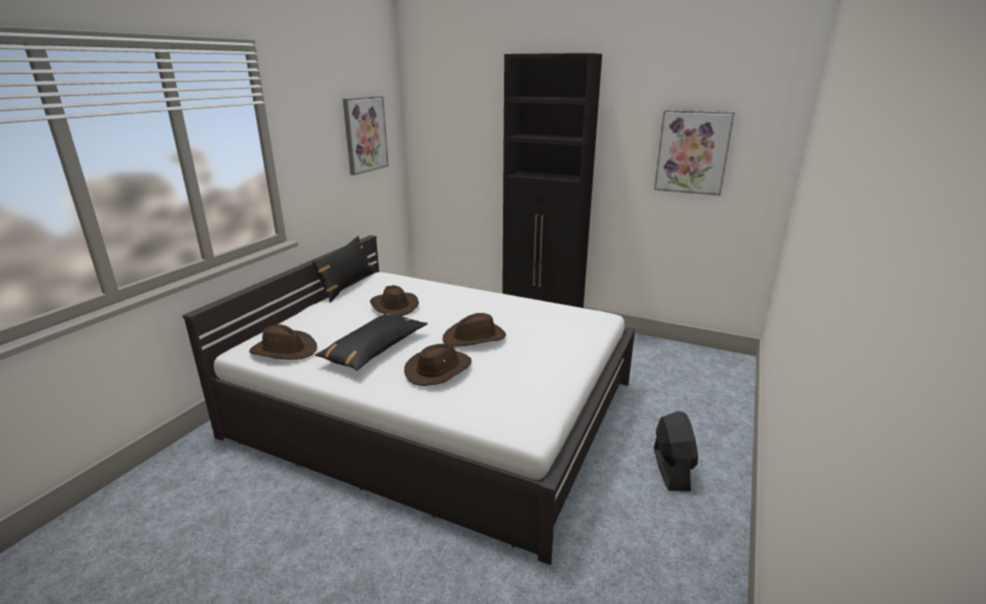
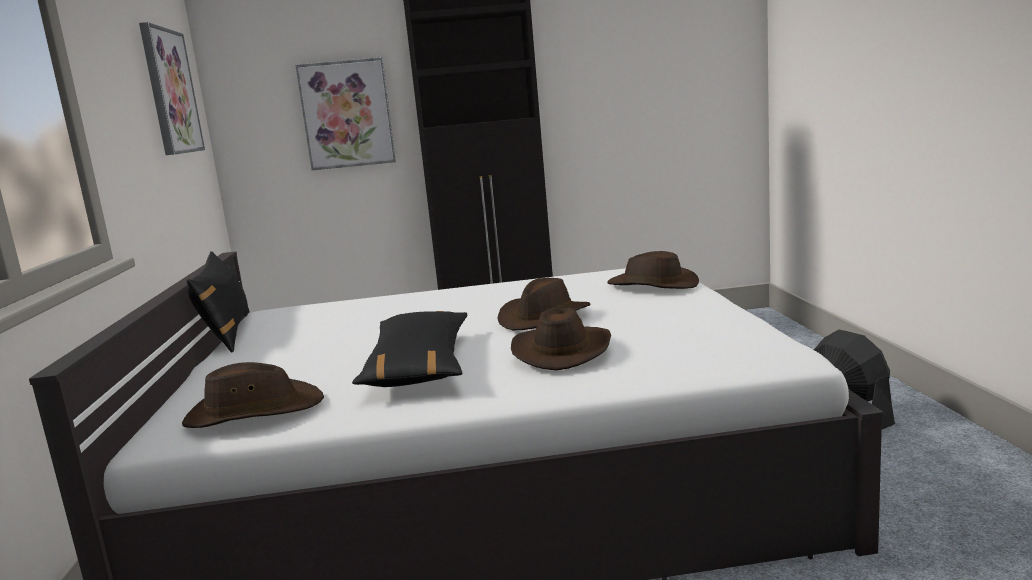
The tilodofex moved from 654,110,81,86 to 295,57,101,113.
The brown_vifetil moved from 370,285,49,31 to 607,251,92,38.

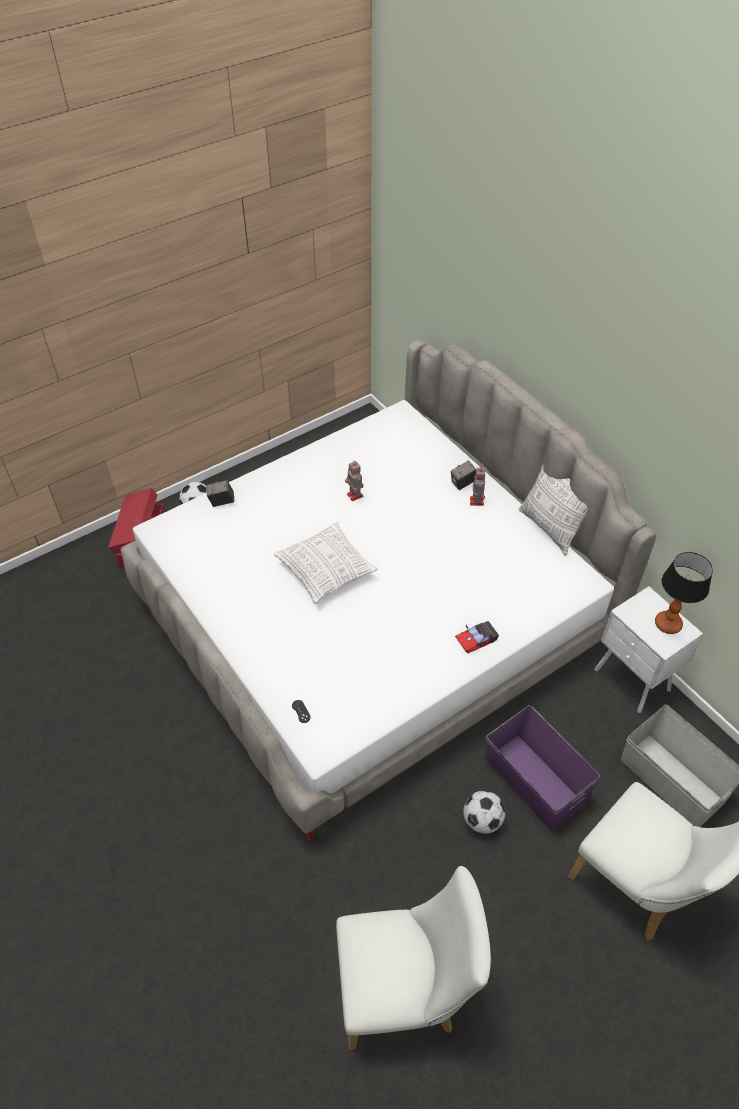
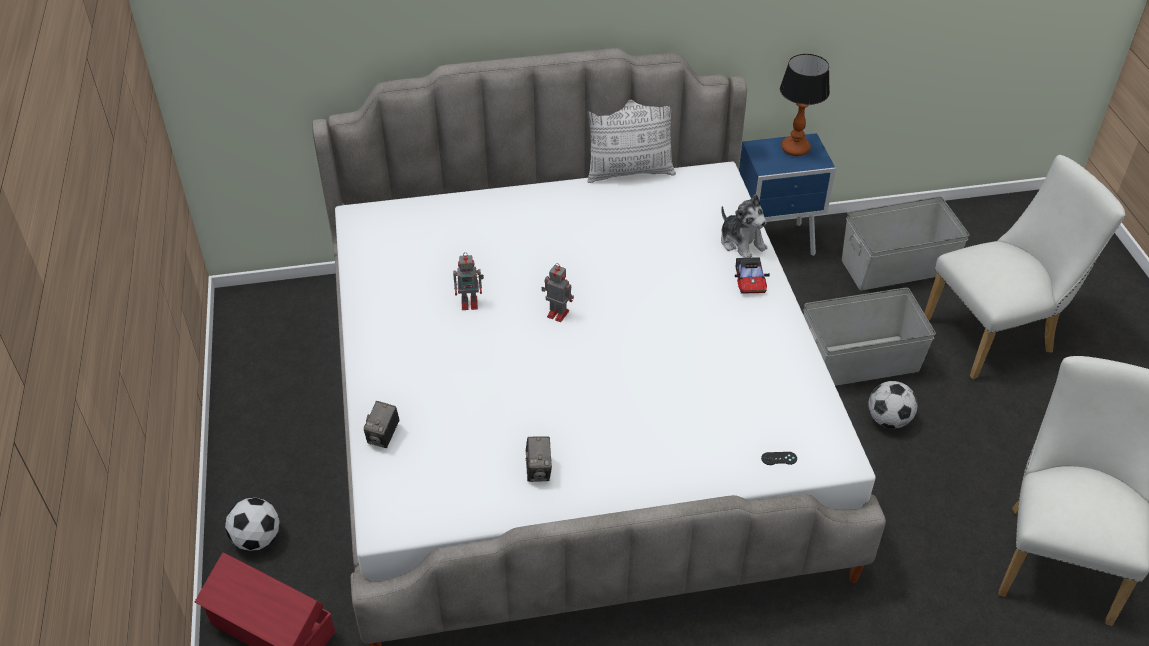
The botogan moved from 451,460,25,30 to 526,436,26,46.
The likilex moved from 470,466,15,40 to 541,263,33,59.
The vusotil at 274,522,103,82 disappeared.
The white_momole at 595,586,108,127 became the blue_momole at 739,133,97,123.
The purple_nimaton at 486,705,114,126 became the grey_nimaton at 803,288,133,98.
The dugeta at 721,194,47,64 appeared.

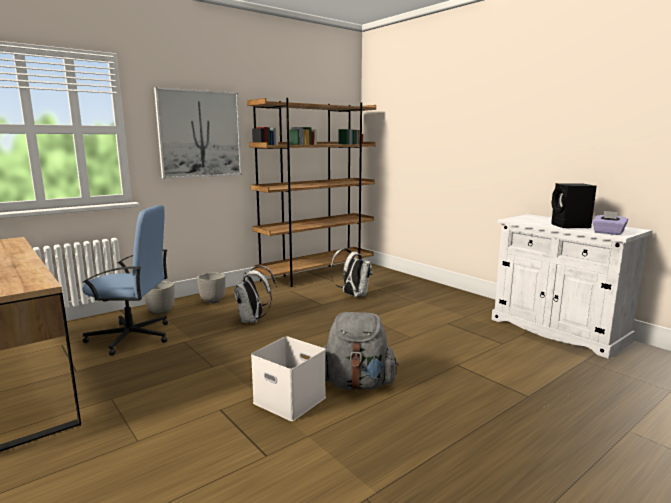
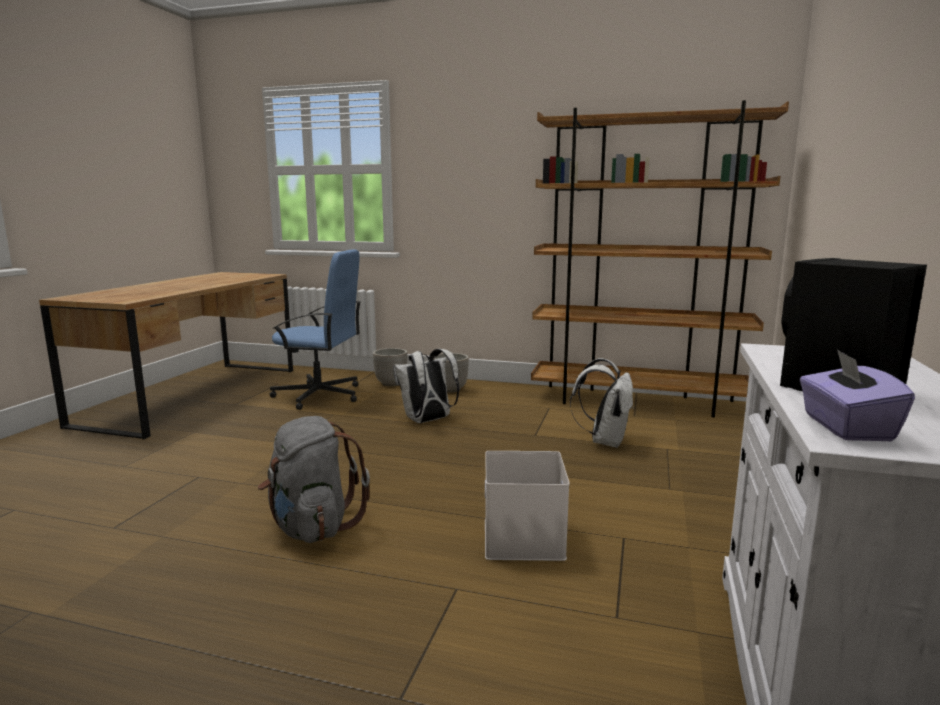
The tilodofex at 154,87,88,92 disappeared.
The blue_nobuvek at 83,205,85,151 turned 45 degrees counterclockwise.
The white_nimaton moved from 251,336,75,85 to 485,451,85,110.

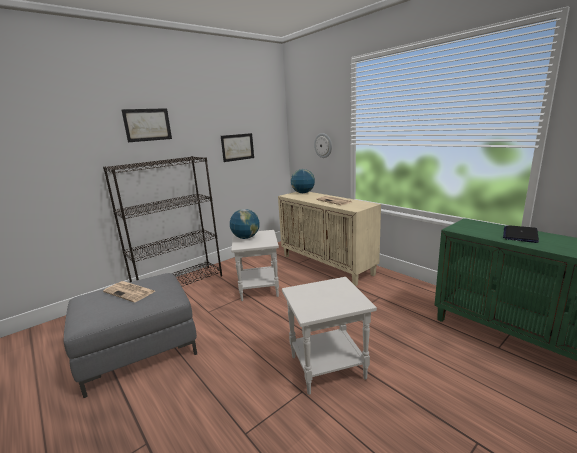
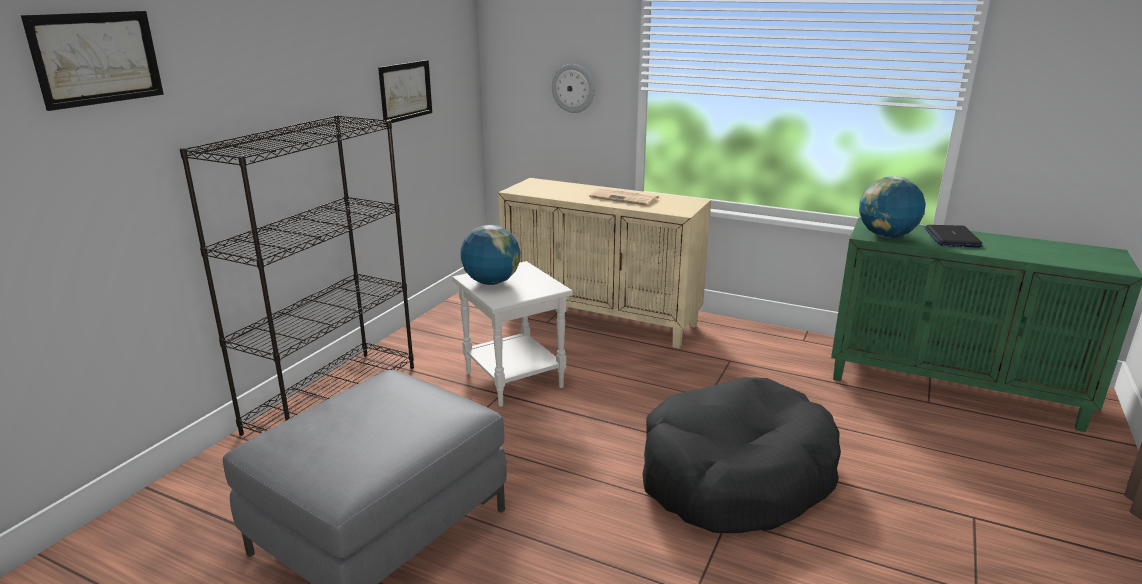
The tilodofex moved from 121,108,51,34 to 21,11,143,100.
The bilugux moved from 291,169,24,24 to 859,176,67,62.
The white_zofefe at 282,277,95,118 was replaced by the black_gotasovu at 642,377,199,156.
The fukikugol at 103,281,52,21 disappeared.

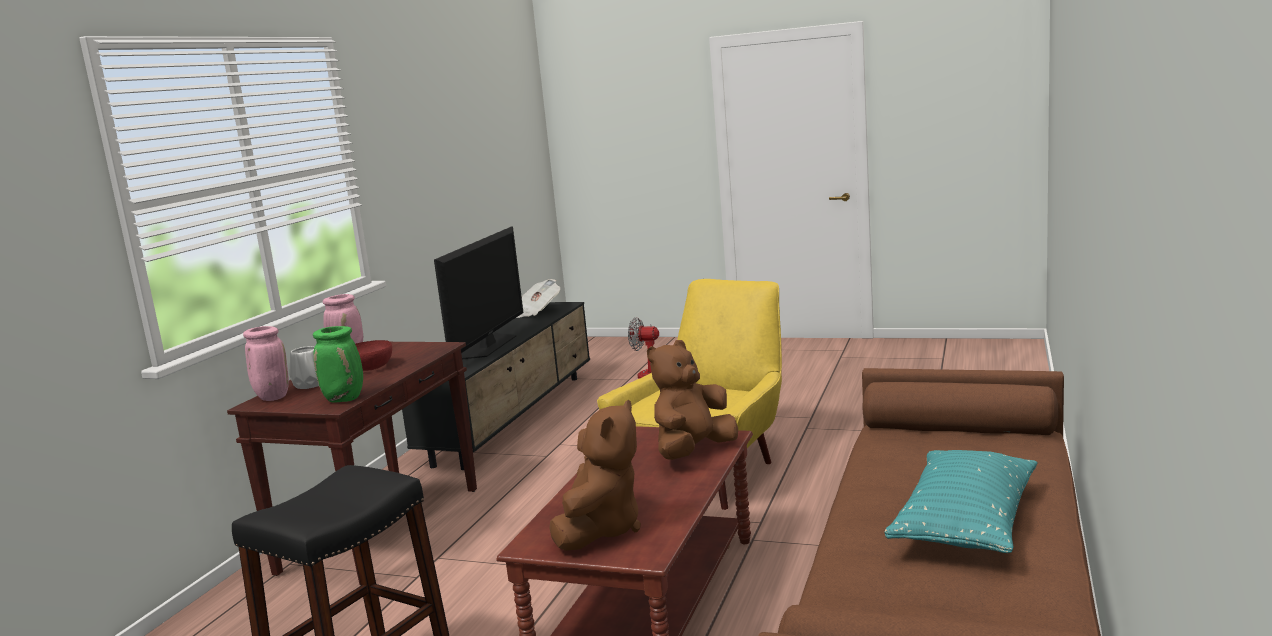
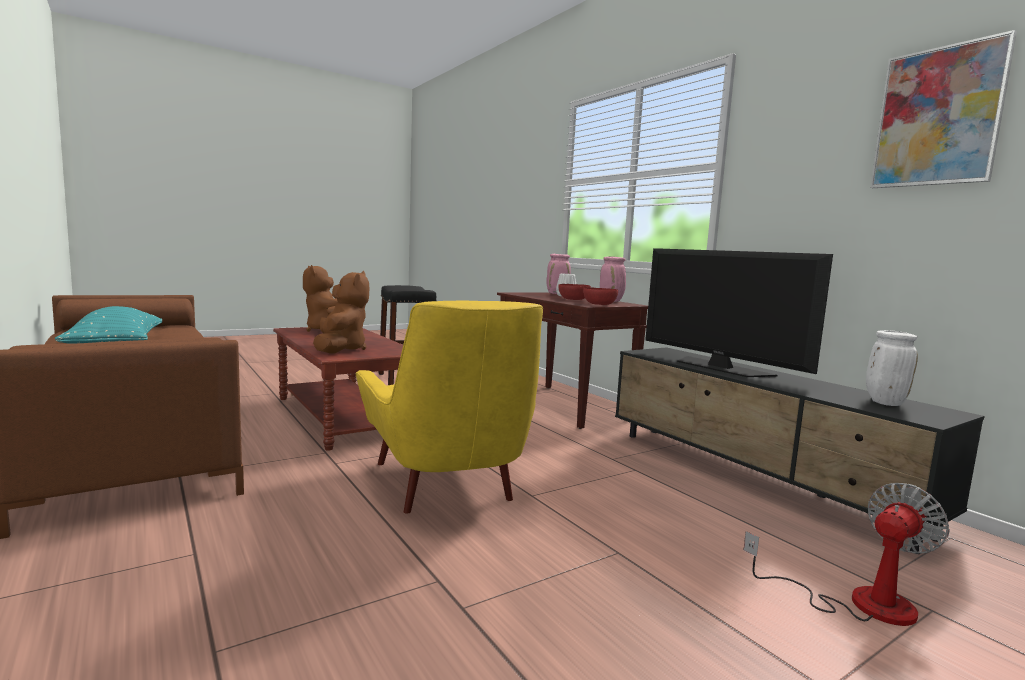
The fukikugol at 516,279,44,39 was replaced by the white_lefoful at 866,330,52,76.
The green_lefoful at 313,326,50,76 disappeared.
The tilodofex at 870,30,147,158 appeared.
The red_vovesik at 583,288,35,17 appeared.

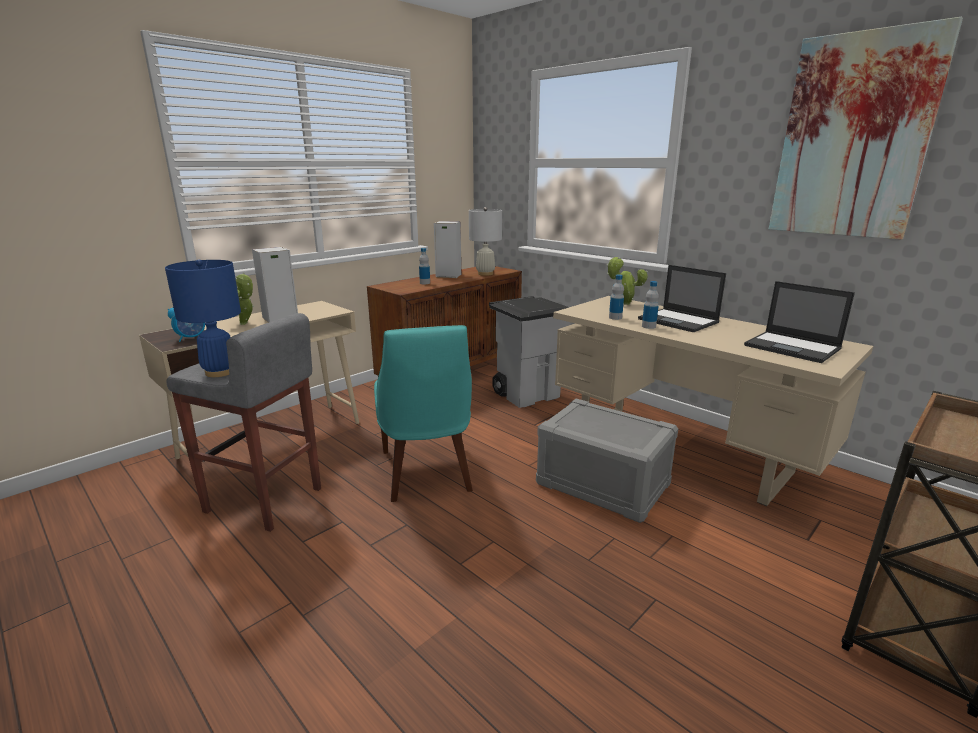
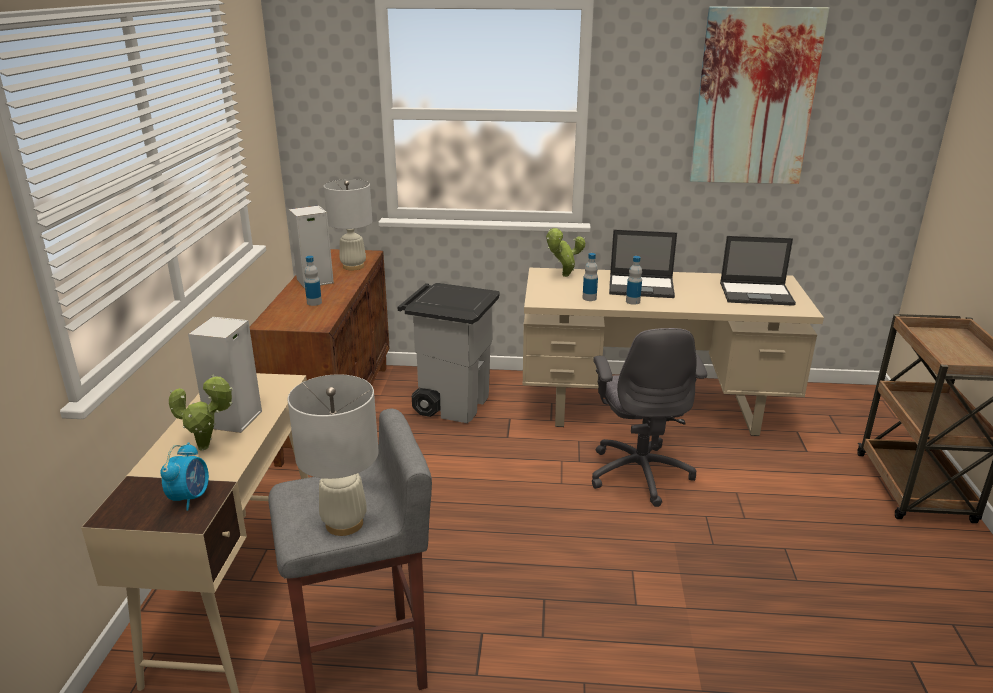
The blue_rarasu at 165,259,76,118 became the white_rarasu at 288,374,91,162.
The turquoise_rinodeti at 374,325,99,177 disappeared.
The grey_nimaton at 536,399,142,124 was replaced by the grey_nobuvek at 592,328,115,179.

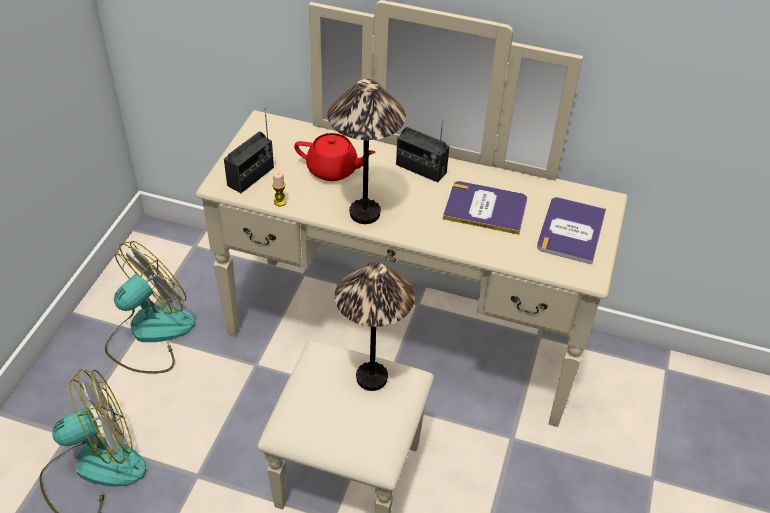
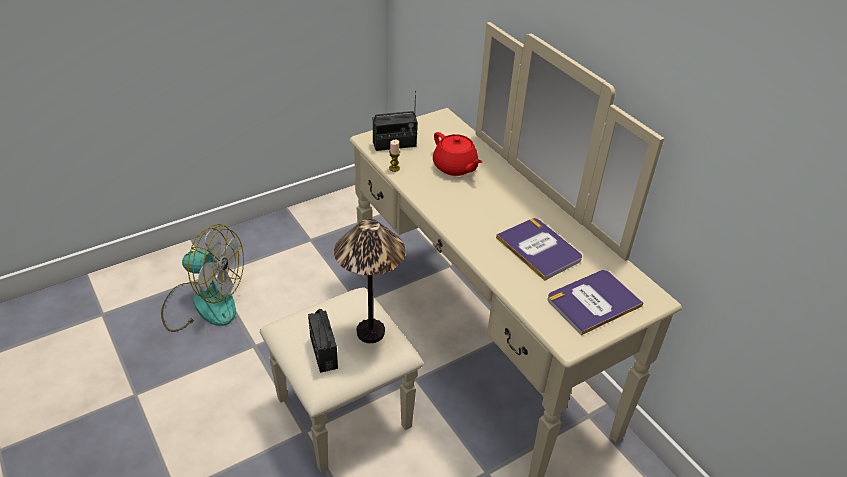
The rarasu at 327,79,79,145 disappeared.
The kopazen moved from 396,121,53,62 to 308,309,30,64.
The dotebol at 105,241,90,133 disappeared.

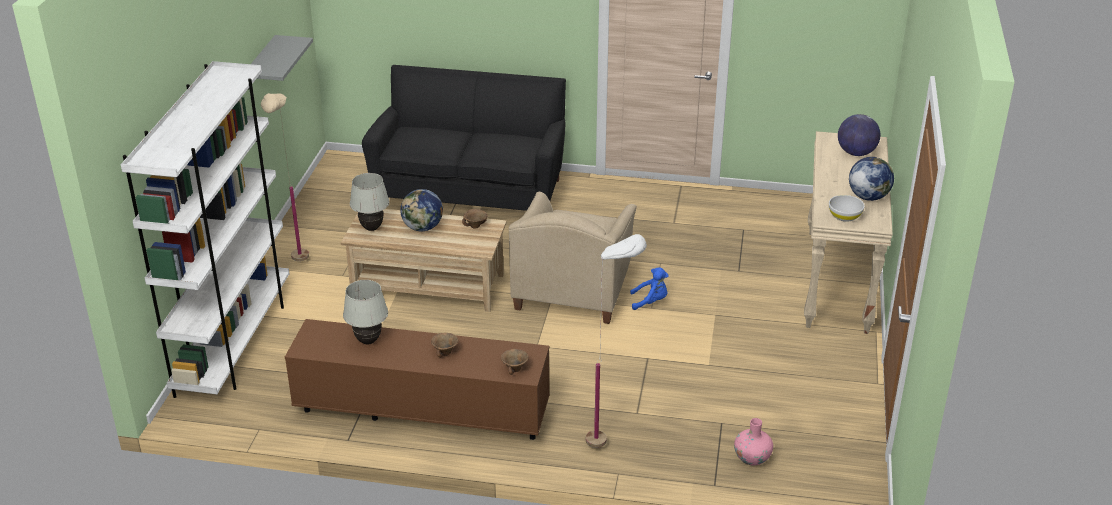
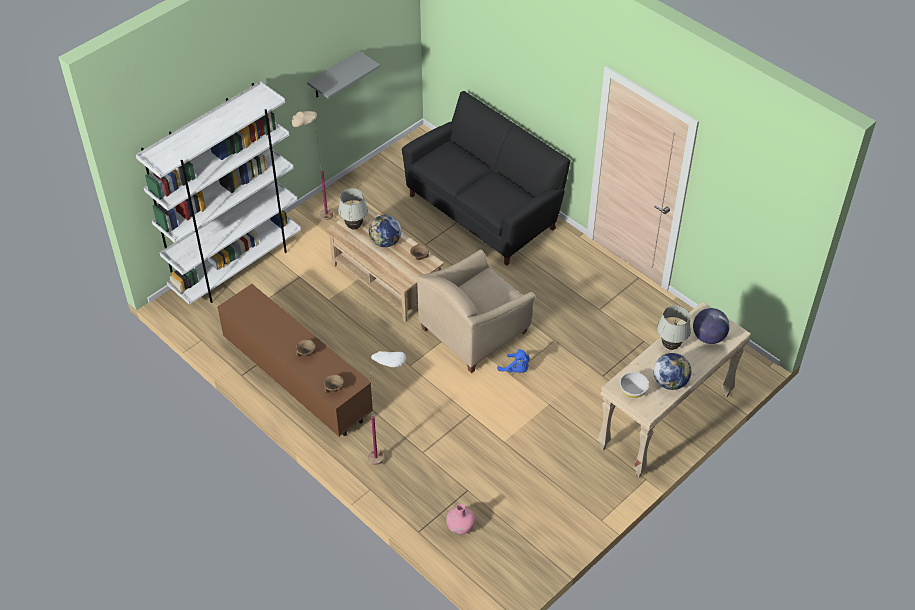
The white_rarasu moved from 343,280,45,64 to 657,305,34,45.

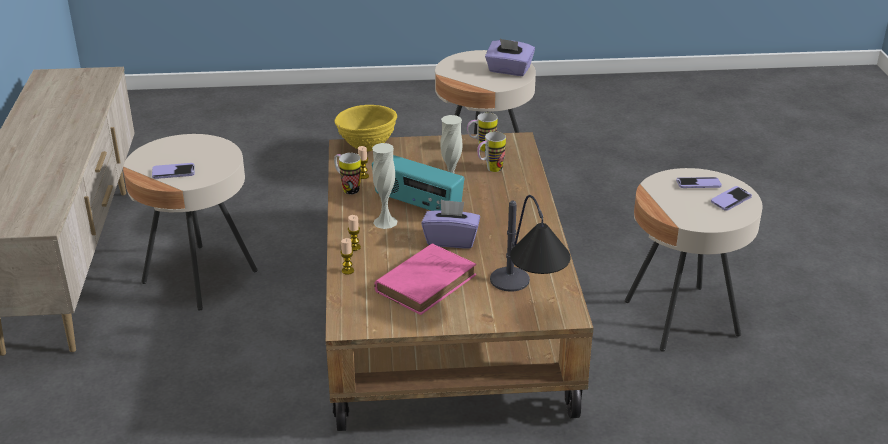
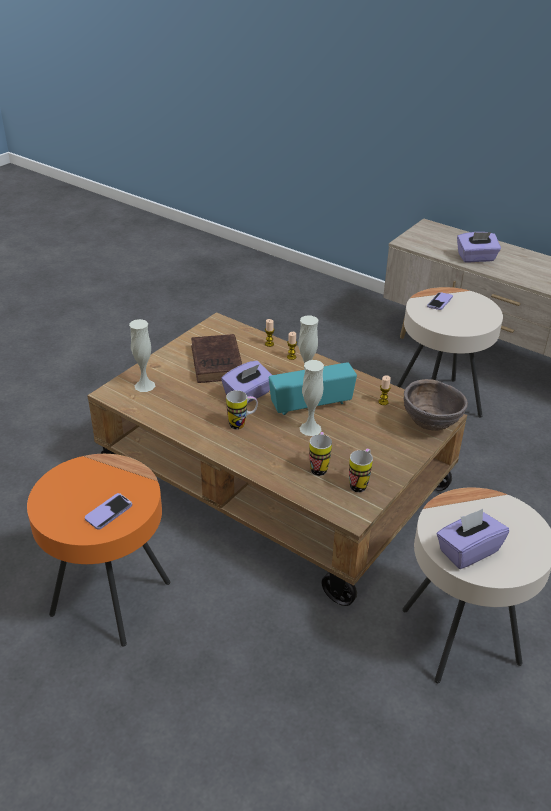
The yellow_vovesik at 334,105,63,46 became the brown_vovesik at 404,379,64,52.
The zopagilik moved from 334,153,27,42 to 226,390,32,40.
The beige_zofefe at 625,168,137,184 became the orange_zofefe at 27,454,143,193.
The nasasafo at 711,186,41,25 disappeared.
The rarasu at 490,195,81,97 was replaced by the white_lefoful at 129,319,26,73.
The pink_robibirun at 374,243,102,72 became the brown_robibirun at 191,334,51,49.
The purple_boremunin at 457,232,44,30 appeared.

